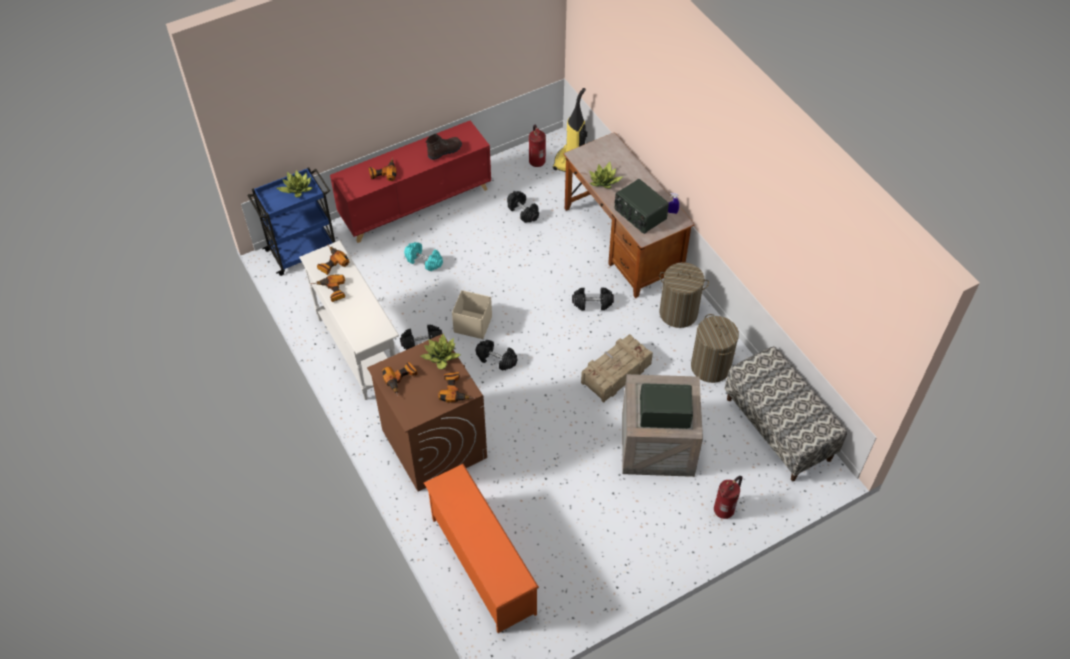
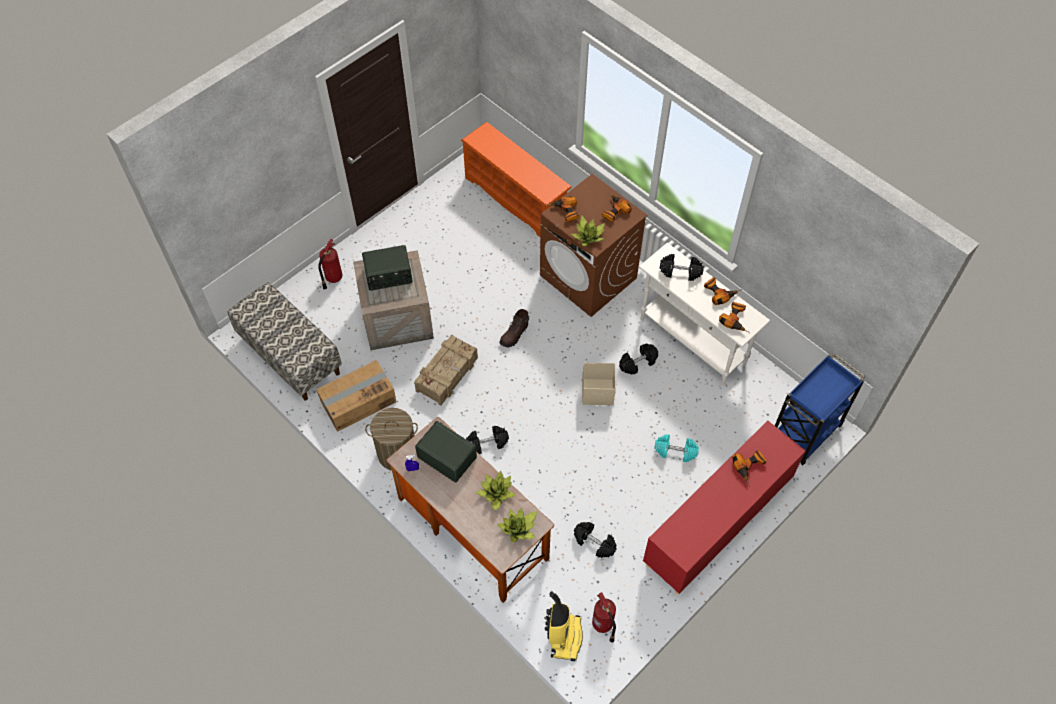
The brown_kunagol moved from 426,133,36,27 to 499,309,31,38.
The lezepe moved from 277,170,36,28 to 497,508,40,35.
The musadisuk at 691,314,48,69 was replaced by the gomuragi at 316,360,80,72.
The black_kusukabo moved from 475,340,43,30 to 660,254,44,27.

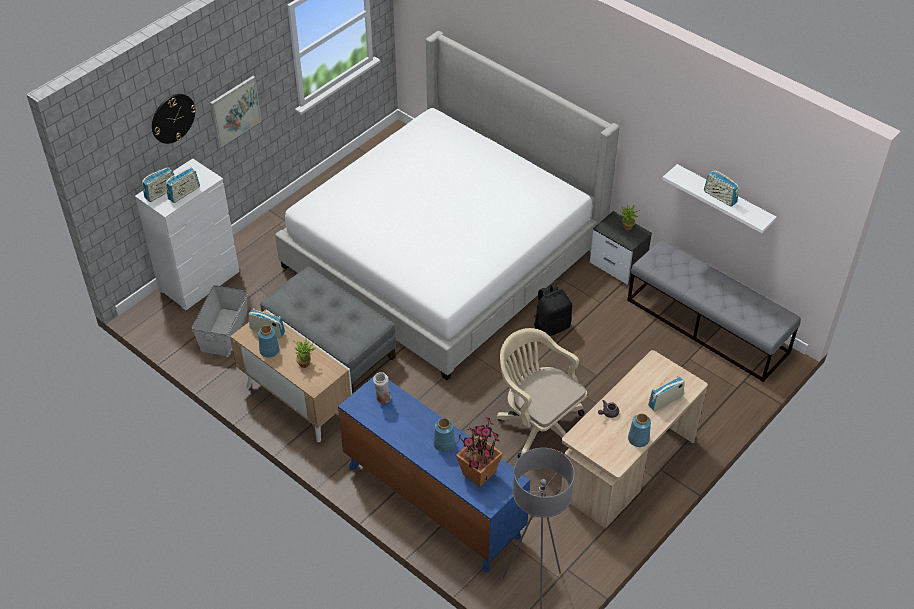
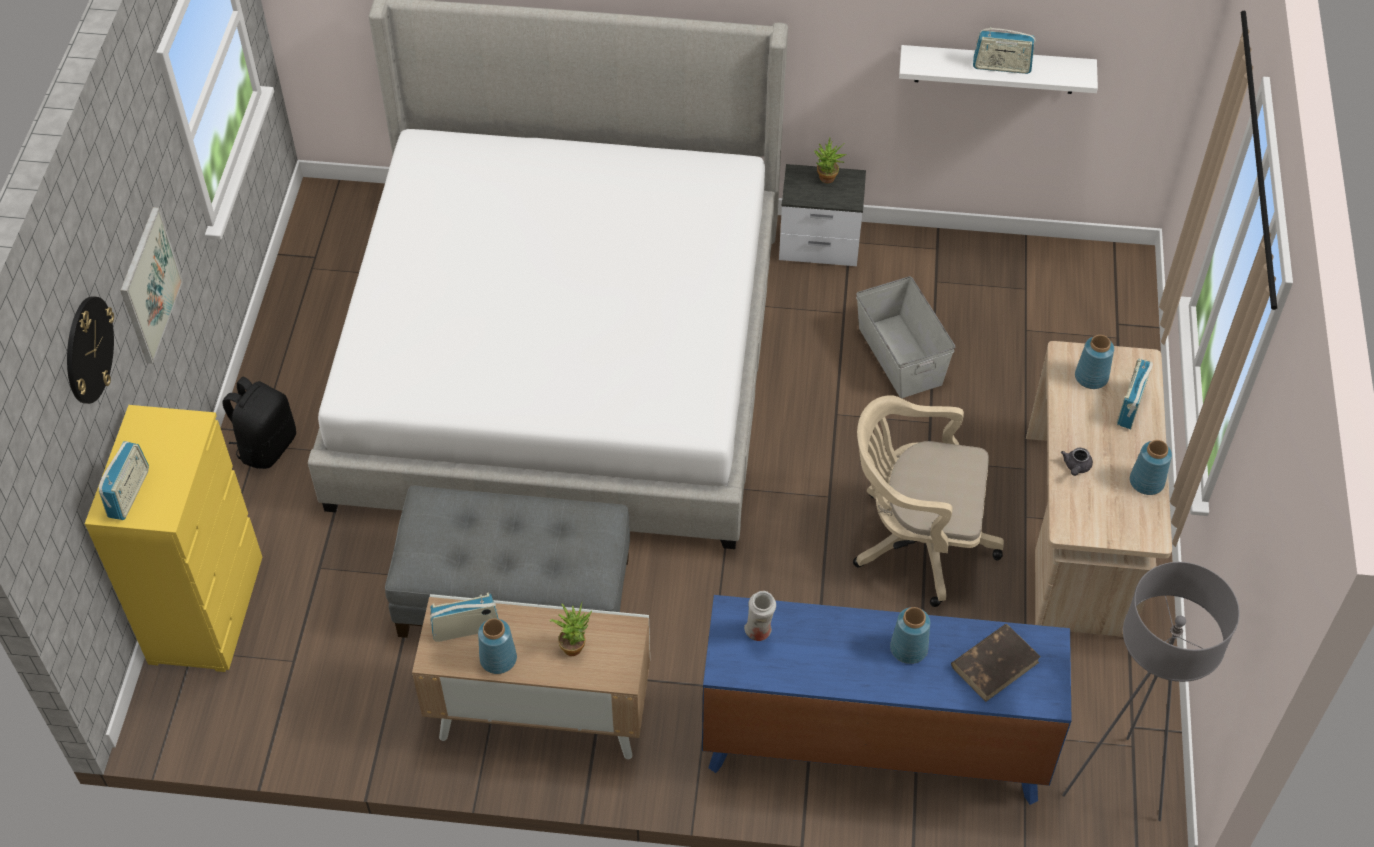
The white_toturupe at 135,158,105,152 became the yellow_toturupe at 85,405,177,267.
The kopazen at 166,167,34,36 disappeared.
The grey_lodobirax at 627,239,174,143 disappeared.
The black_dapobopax moved from 534,283,38,53 to 222,377,74,92.
The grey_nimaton moved from 192,285,56,71 to 856,276,99,122.
The lezepe at 456,416,47,71 was replaced by the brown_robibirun at 951,624,89,78.
The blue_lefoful at 1075,335,39,54 appeared.

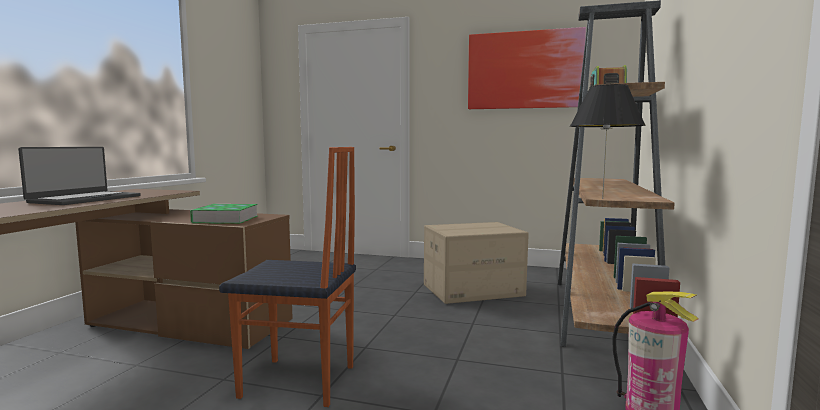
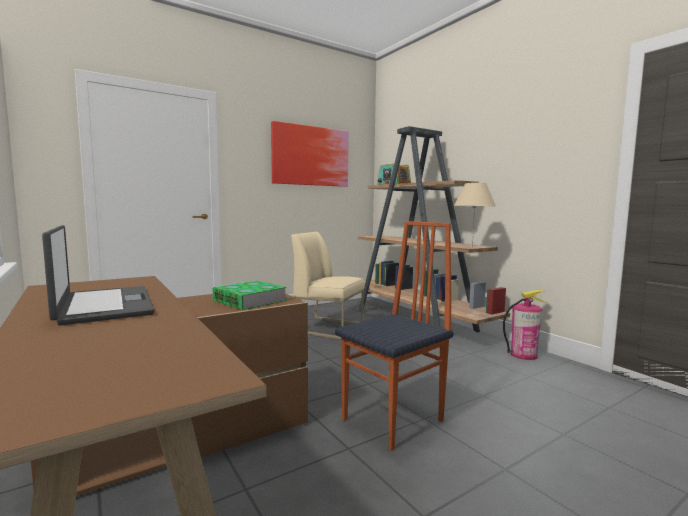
The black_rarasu at 570,84,75,115 became the beige_rarasu at 454,183,42,65.
The gomuragi at 424,222,105,82 was replaced by the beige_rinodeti at 291,232,73,108.

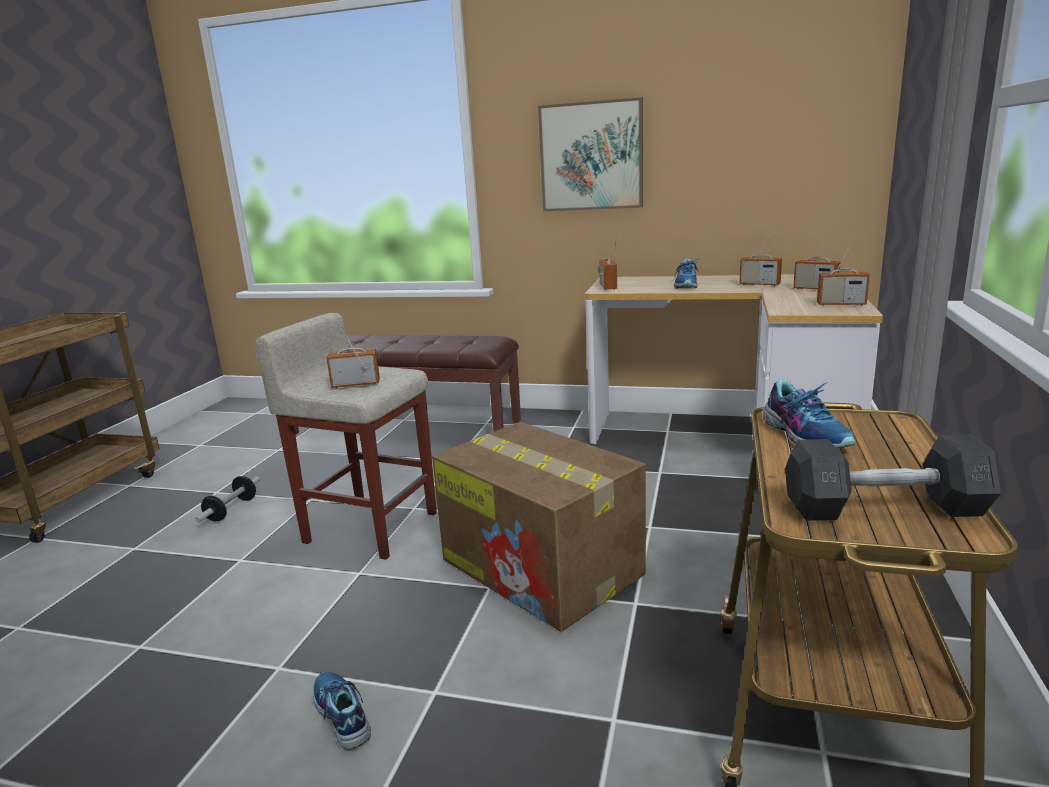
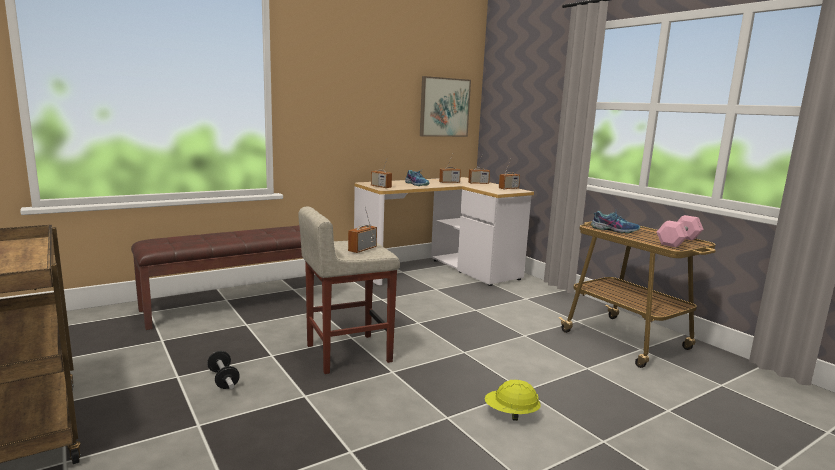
The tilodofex moved from 538,97,105,114 to 420,76,51,61.
The gomuragi at 432,422,214,210 disappeared.
The grey_kusukabo at 785,434,217,87 became the pink_kusukabo at 657,215,47,32.
The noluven at 313,672,58,78 was replaced by the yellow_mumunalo at 485,380,56,41.

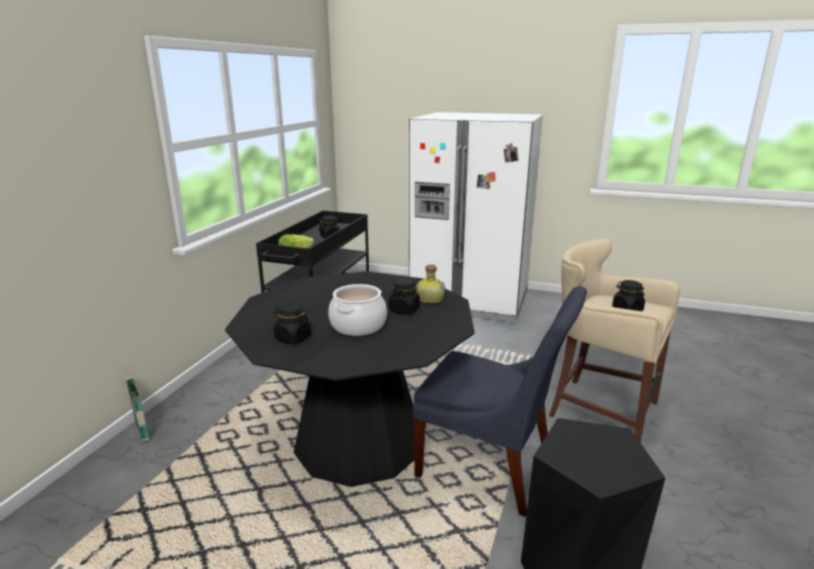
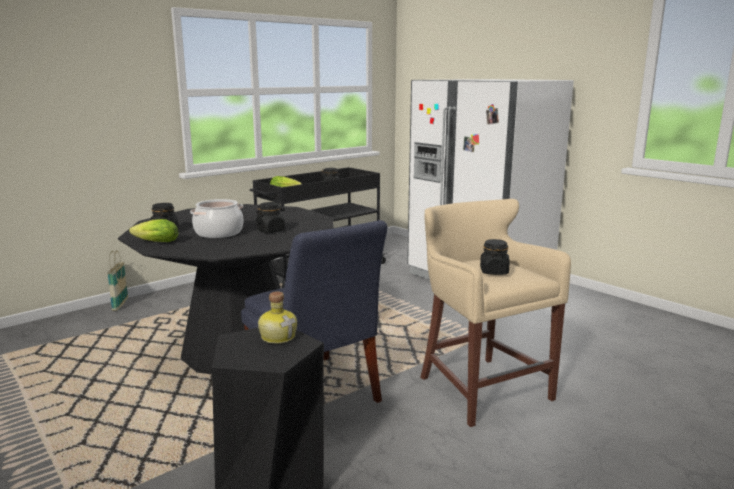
The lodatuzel moved from 416,265,29,38 to 258,291,39,53.
The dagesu at 129,219,50,23 appeared.

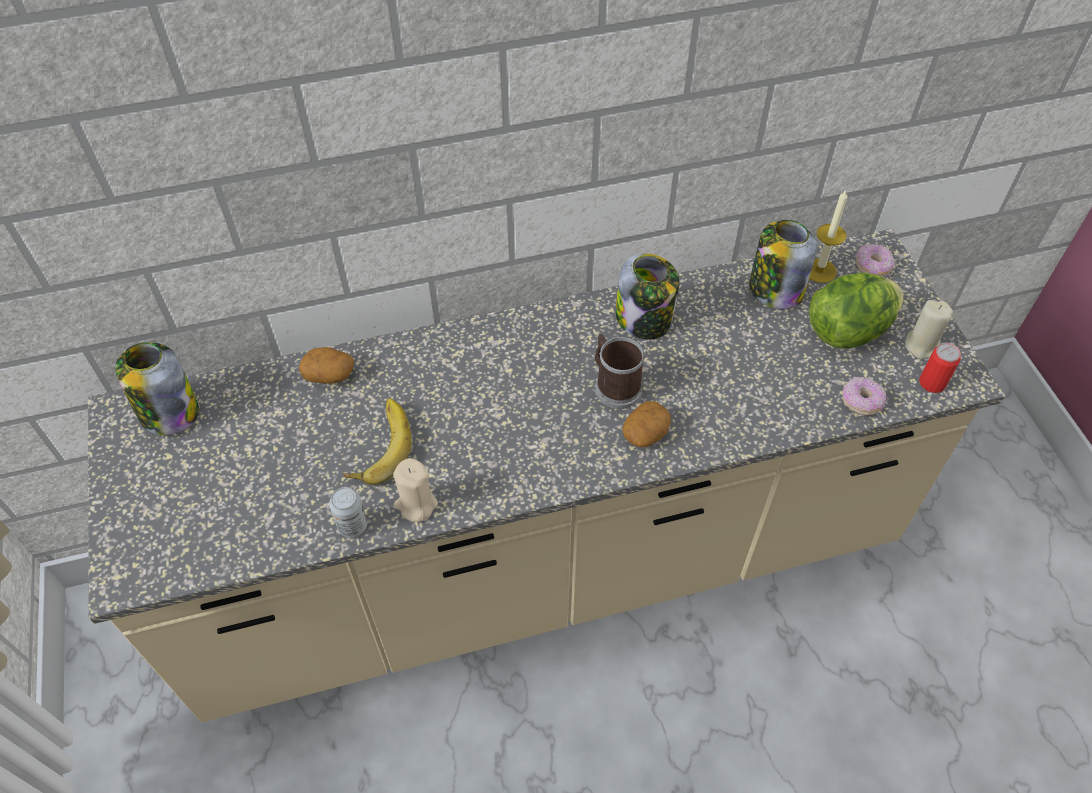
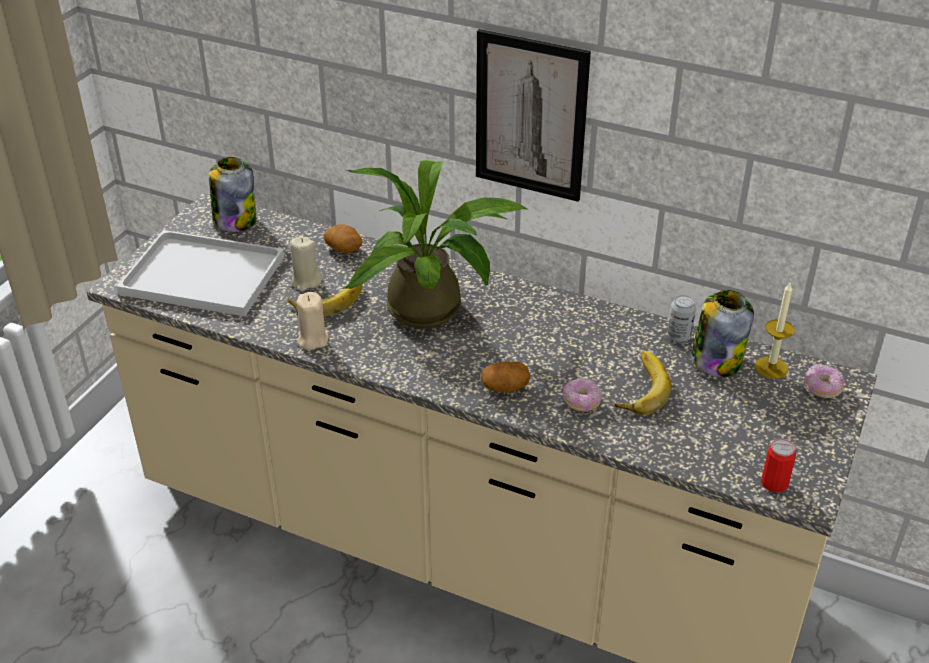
The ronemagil at 616,253,63,87 disappeared.
The dagesu at 809,272,95,77 disappeared.
The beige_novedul moved from 905,300,48,59 to 290,237,33,54.
The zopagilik at 595,334,50,75 disappeared.
The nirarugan moved from 842,376,45,40 to 563,378,39,34.
The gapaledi moved from 329,487,38,51 to 667,295,29,47.
The tilodofex at 476,29,115,173 appeared.
The lezepe at 345,160,184,169 appeared.
The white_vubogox at 117,230,167,86 appeared.
The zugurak at 615,351,57,64 appeared.

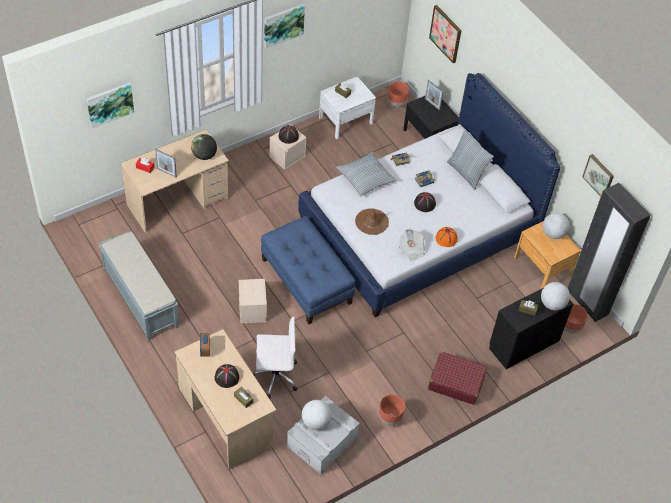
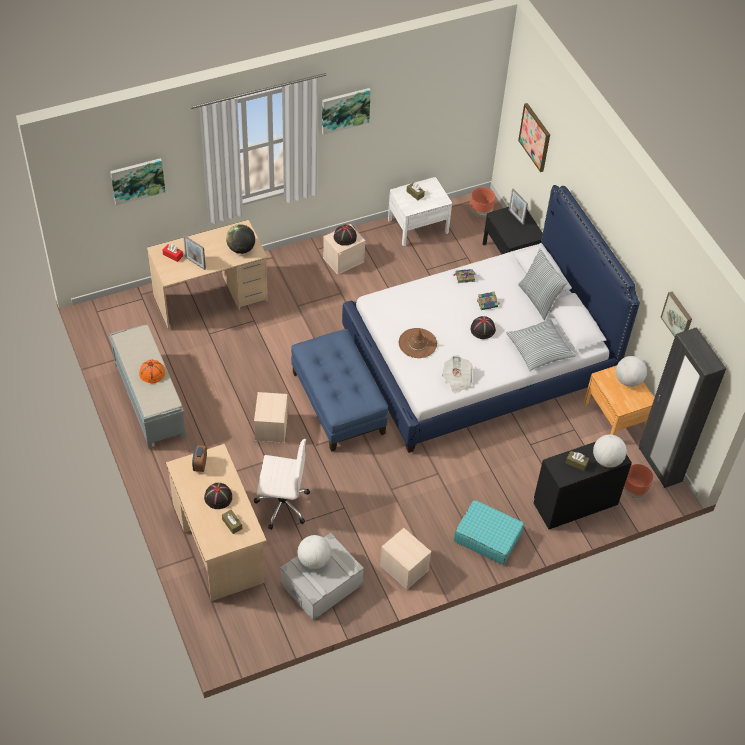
The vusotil moved from 336,152,61,45 to 506,319,70,52.
The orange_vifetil moved from 436,227,22,20 to 139,360,26,23.
The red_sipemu at 428,352,59,53 became the turquoise_sipemu at 454,500,70,65.
The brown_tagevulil at 379,394,26,32 was replaced by the beige_nimaton at 380,528,51,62.

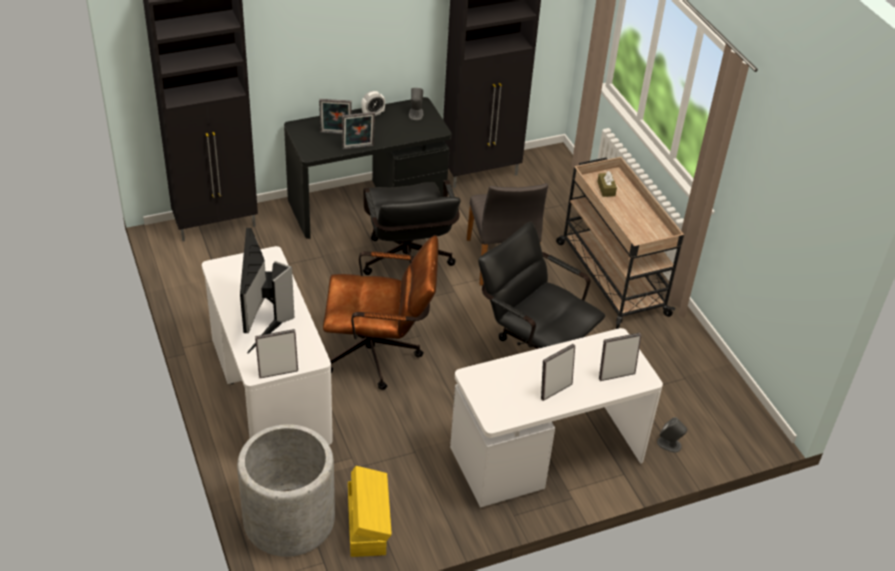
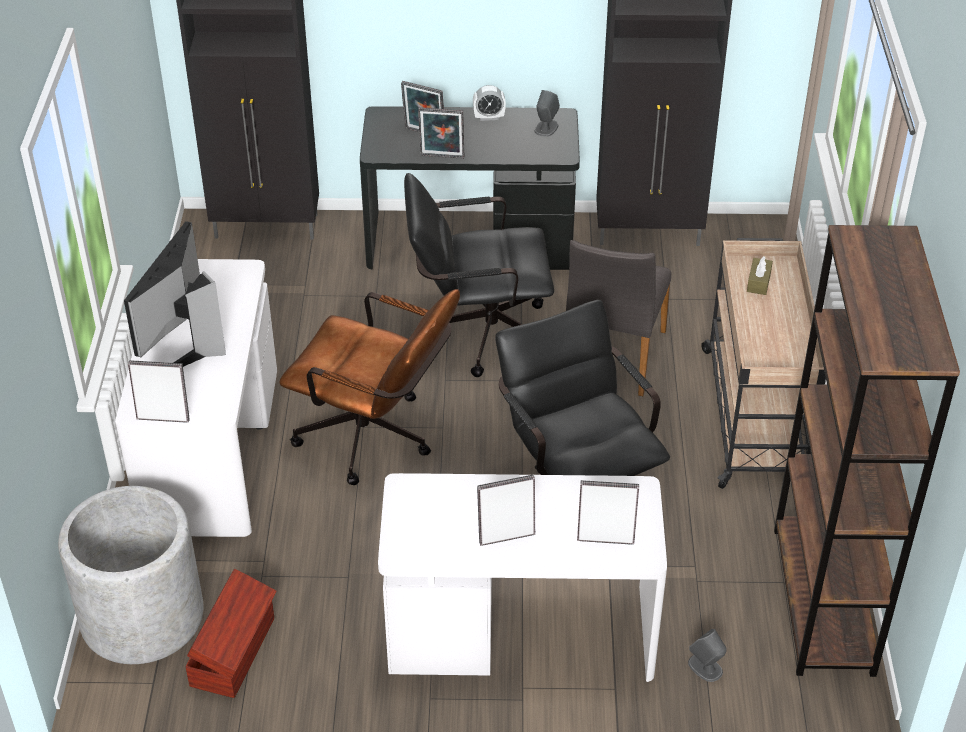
The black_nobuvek at 363,180,98,95 turned 75 degrees clockwise.
The yellow_nimaton at 348,466,44,91 became the brown_nimaton at 186,569,90,129.
The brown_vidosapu at 774,225,186,452 appeared.

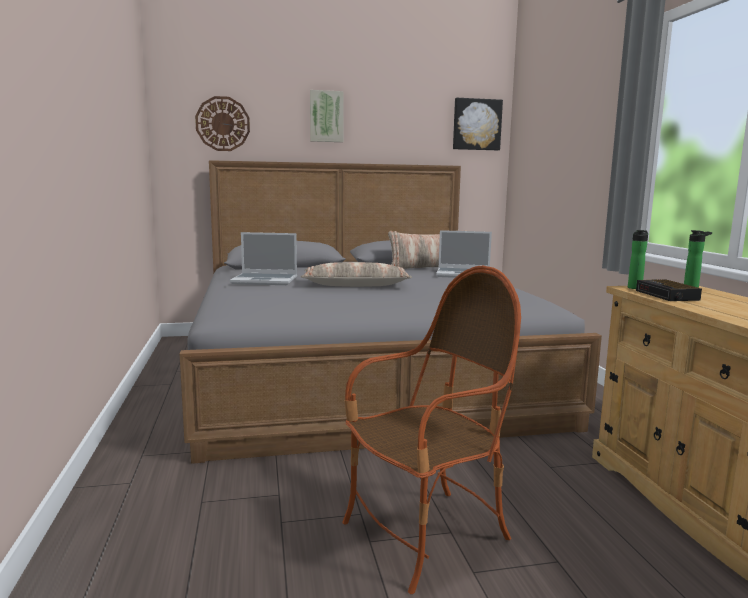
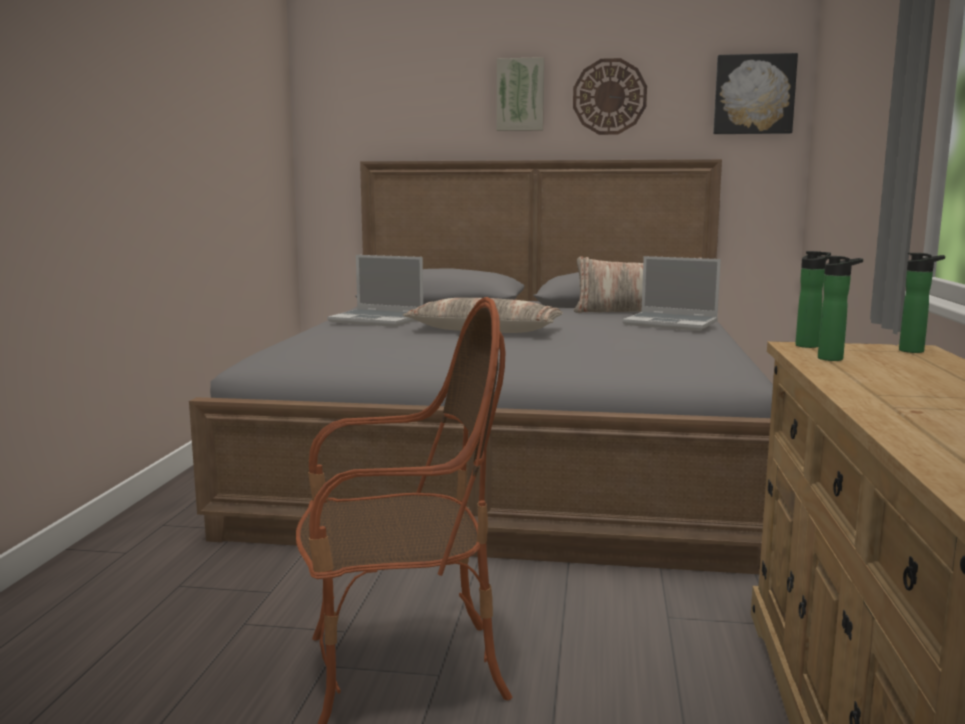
The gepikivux moved from 195,96,55,55 to 573,58,74,77.
The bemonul at 636,279,66,22 was replaced by the lodatuzel at 818,256,45,105.

